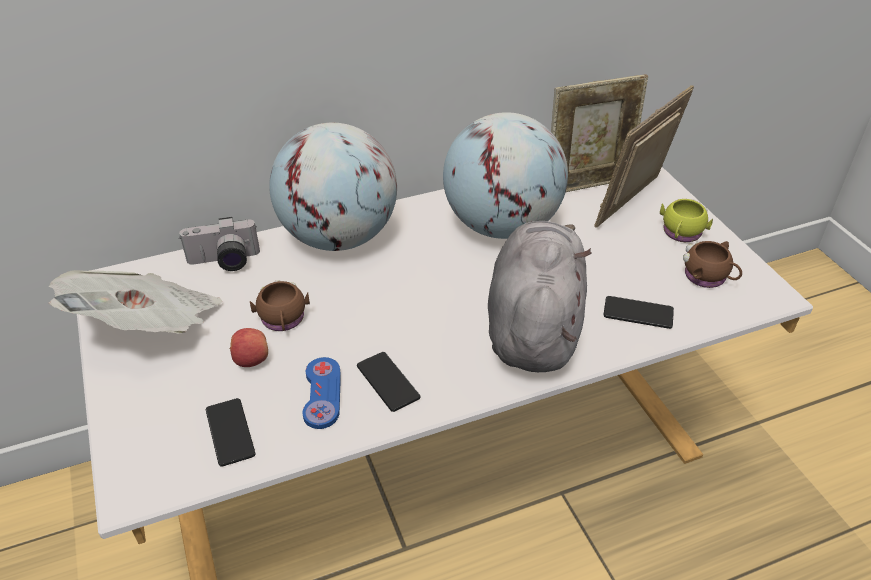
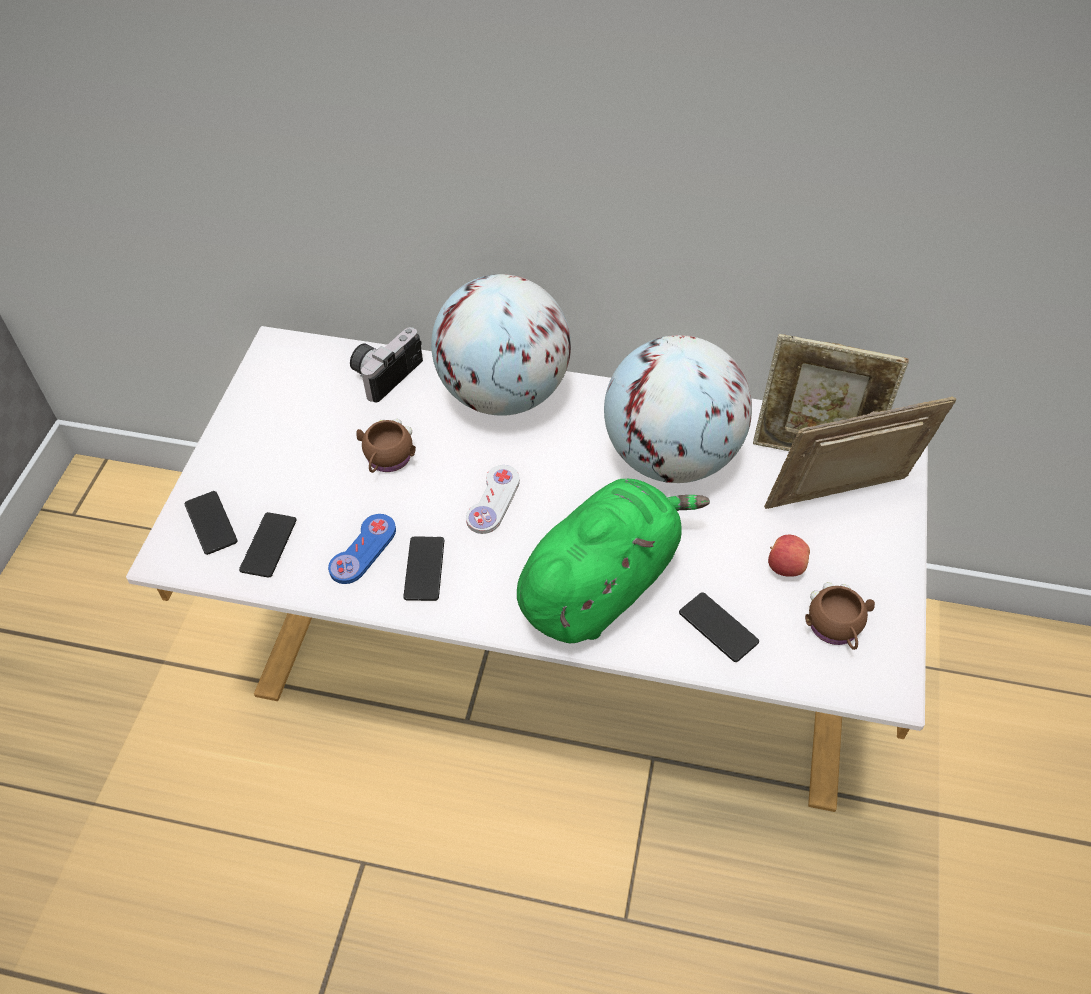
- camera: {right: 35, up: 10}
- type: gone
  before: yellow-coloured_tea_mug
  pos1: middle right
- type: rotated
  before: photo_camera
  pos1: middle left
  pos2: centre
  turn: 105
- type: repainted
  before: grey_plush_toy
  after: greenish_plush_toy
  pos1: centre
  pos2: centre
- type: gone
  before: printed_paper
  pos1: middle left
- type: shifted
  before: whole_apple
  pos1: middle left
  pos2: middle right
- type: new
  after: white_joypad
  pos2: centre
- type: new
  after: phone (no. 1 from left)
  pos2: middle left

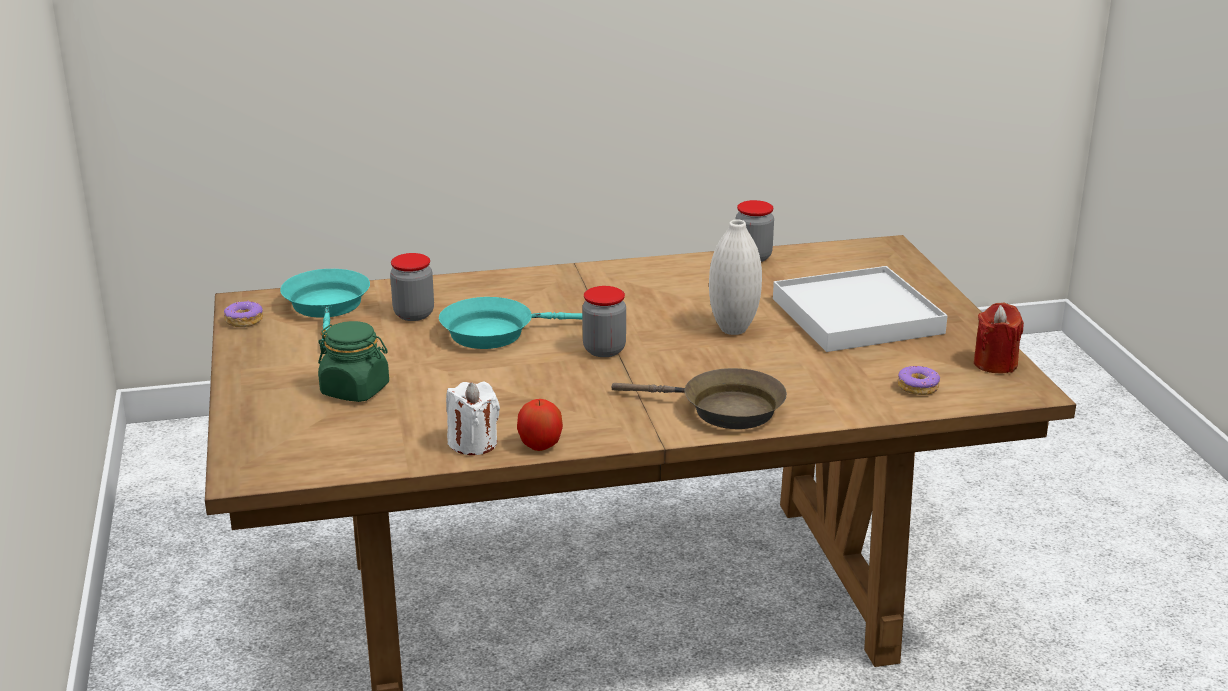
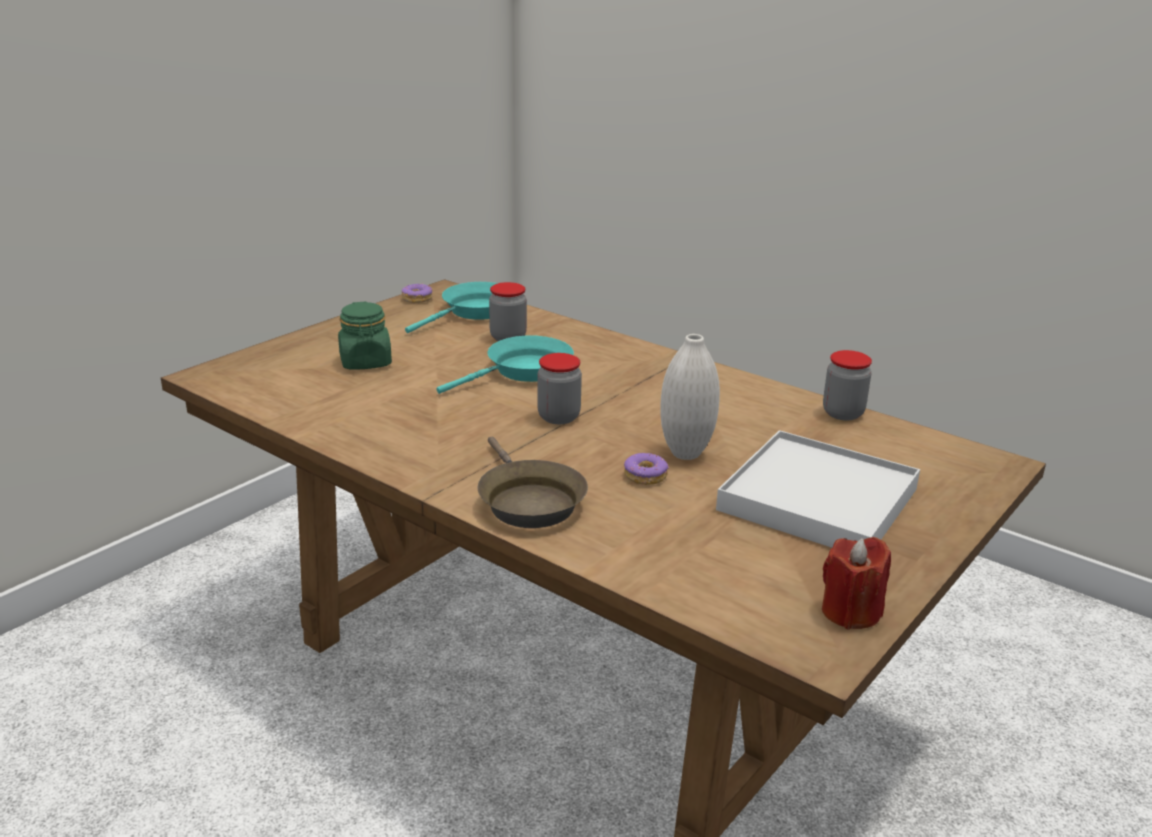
- camera: {right: 50, up: 0}
- type: rotated
  before: turquoise_skillet (no. 2 from left)
  pos1: centre
  pos2: centre
  turn: 105
- type: shifted
  before: doughnut (no. 2 from left)
  pos1: middle right
  pos2: centre
- type: gone
  before: white_candle
  pos1: centre
- type: gone
  before: whole_apple
  pos1: centre

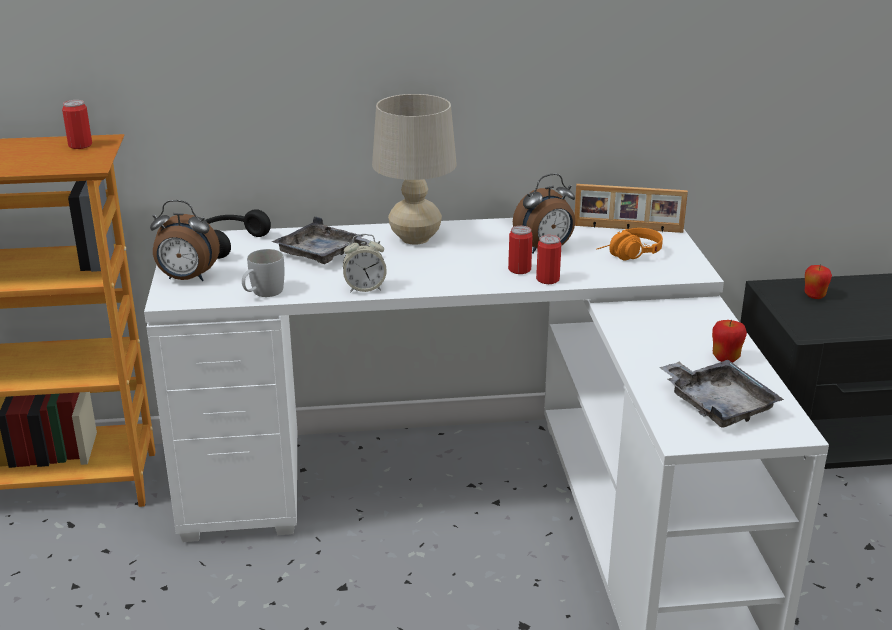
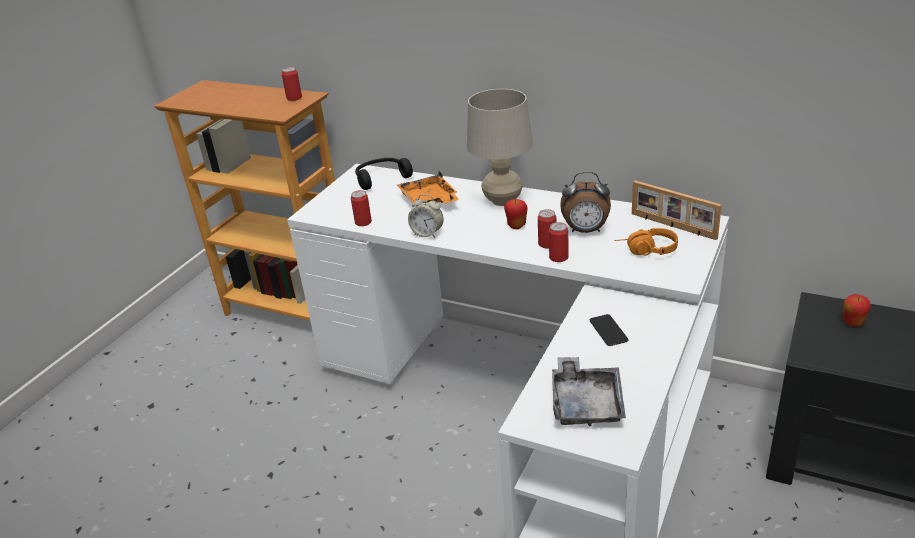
- camera: {right: 35, up: 5}
- type: gone
  before: alarm_clock (no. 1 from left)
  pos1: middle left
- type: repainted
  before: grey_tray (no. 1 from left)
  after: orangey_tray
  pos1: centre
  pos2: centre
- type: swapped
  before: white_tea_mug
  after: sealed_can (no. 2 from left)
  pos1: middle left
  pos2: centre
- type: shifted
  before: whole_apple (no. 1 from left)
  pos1: middle right
  pos2: centre
- type: new
  after: phone
  pos2: centre

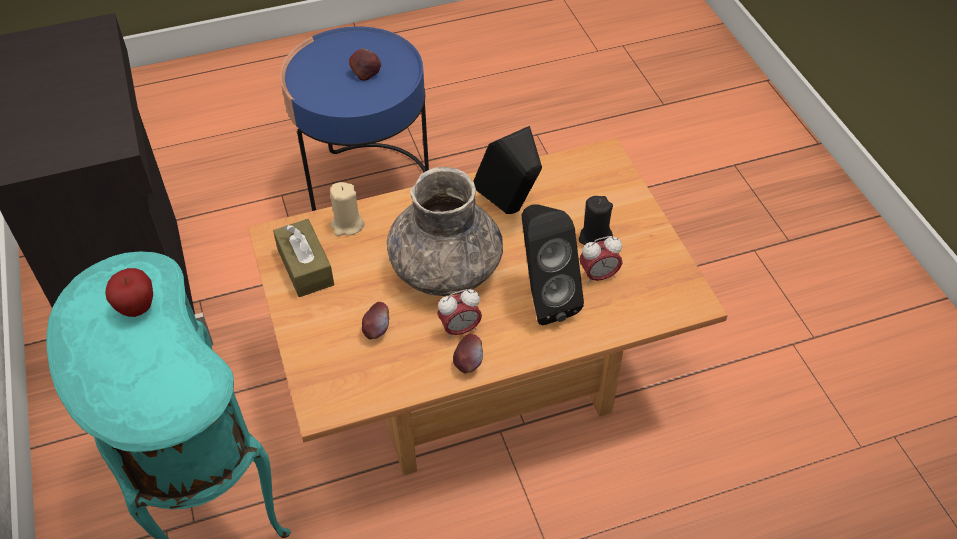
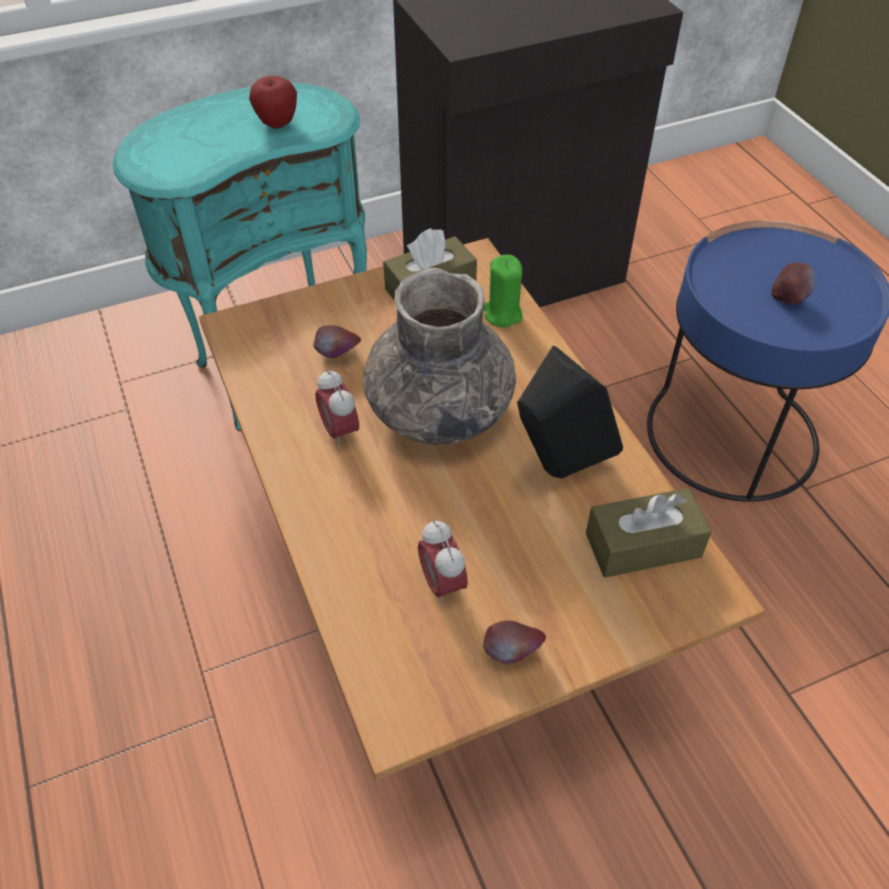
- camera: {right: 85, up: 0}
- type: repainted
  before: sand-coloured_candle
  after: greenish_candle
  pos1: centre
  pos2: top centre
- type: gone
  before: black-coloured_candle
  pos1: centre
- type: gone
  before: black-coloured_audio_speaker (no. 2 from left)
  pos1: centre
- type: shifted
  before: whole_apple (no. 4 from left in the first image)
  after: whole_apple (no. 3 from left)
  pos1: centre
  pos2: bottom centre
- type: new
  after: brownish_tissue_box (no. 2 from left)
  pos2: middle right

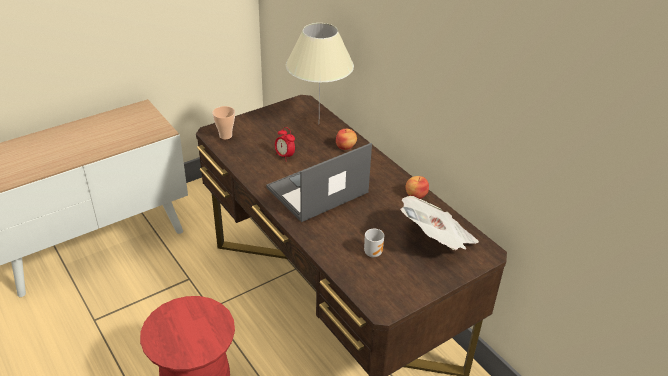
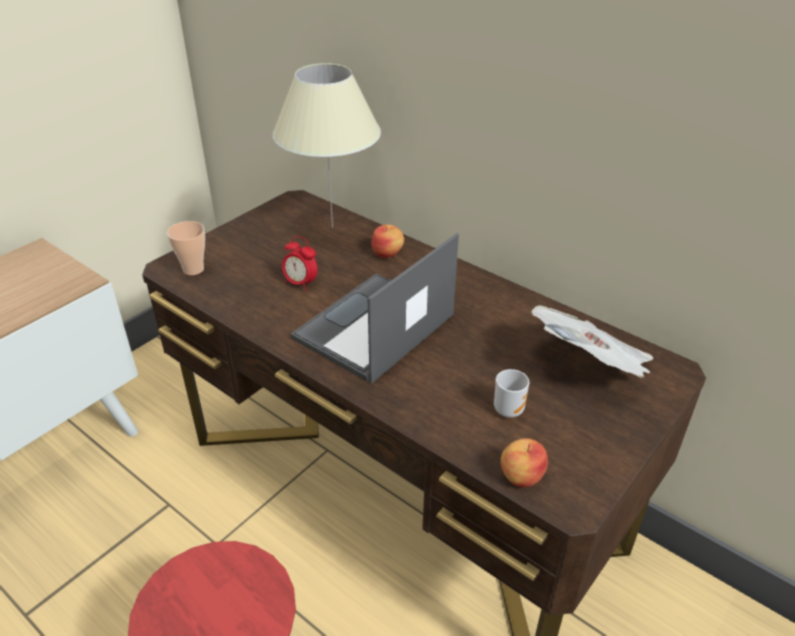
- camera: {right: -15, up: 0}
- type: shifted
  before: whole_apple (no. 2 from left)
  pos1: centre
  pos2: bottom centre

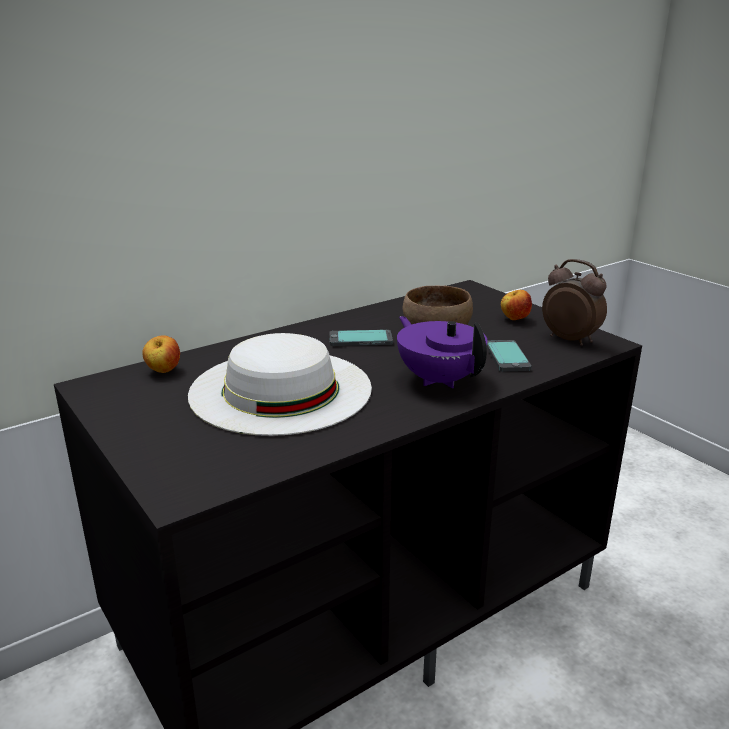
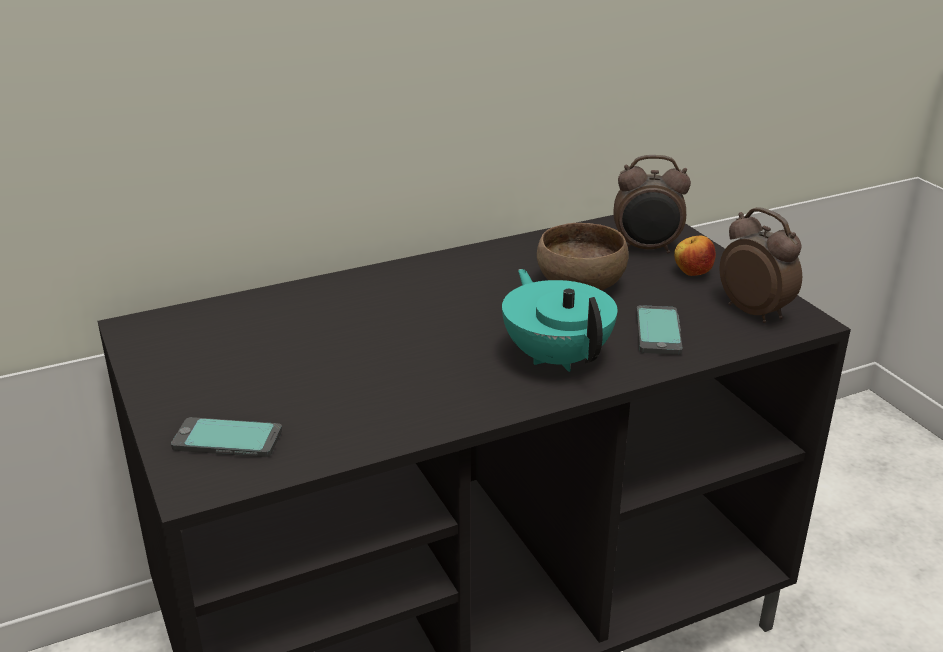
- camera: {right: 10, up: 5}
- type: repainted
  before: purplish_teapot
  after: turquoise_teapot
  pos1: centre
  pos2: centre
- type: shifted
  before: phone (no. 1 from left)
  pos1: centre
  pos2: bottom left
- type: gone
  before: white_hat
  pos1: centre
- type: gone
  before: whole_apple (no. 1 from left)
  pos1: middle left
- type: new
  after: alarm_clock (no. 1 from left)
  pos2: top right

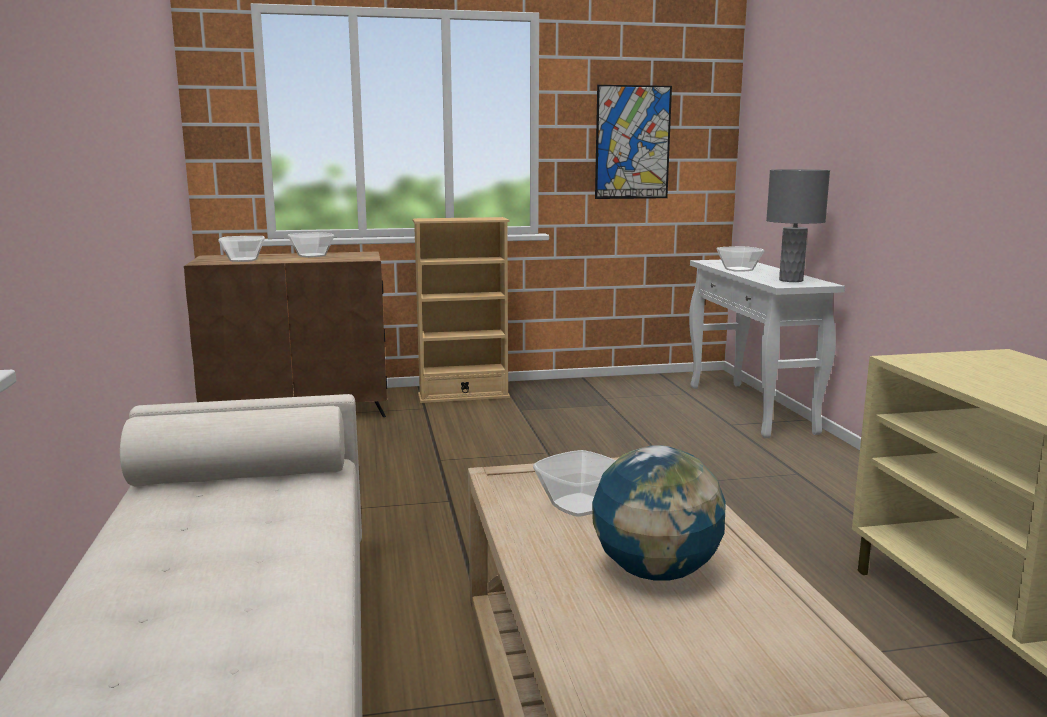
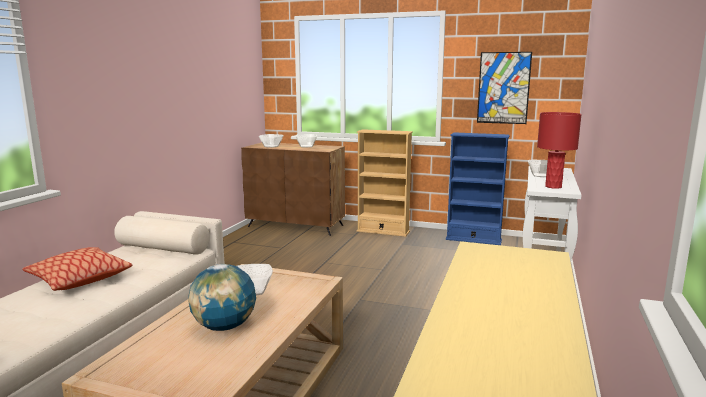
- camera: {right: 30, up: 0}
- type: repainted
  before: grey_tabletop_lamp
  after: reddish_tabletop_lamp
  pos1: top right
  pos2: middle right
- type: new
  after: blue_shelving_unit
  pos2: middle right
- type: new
  after: cushion
  pos2: bottom left

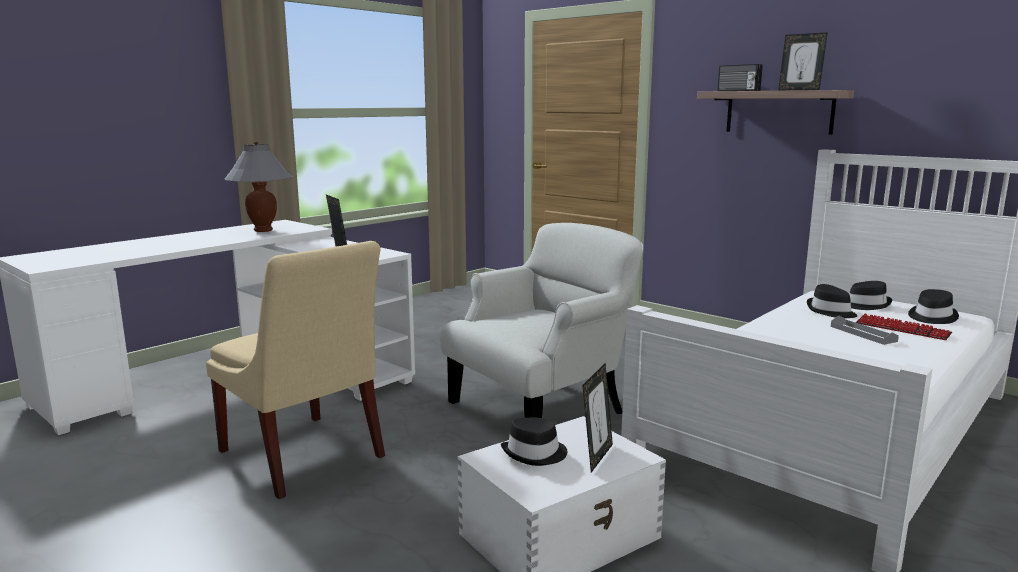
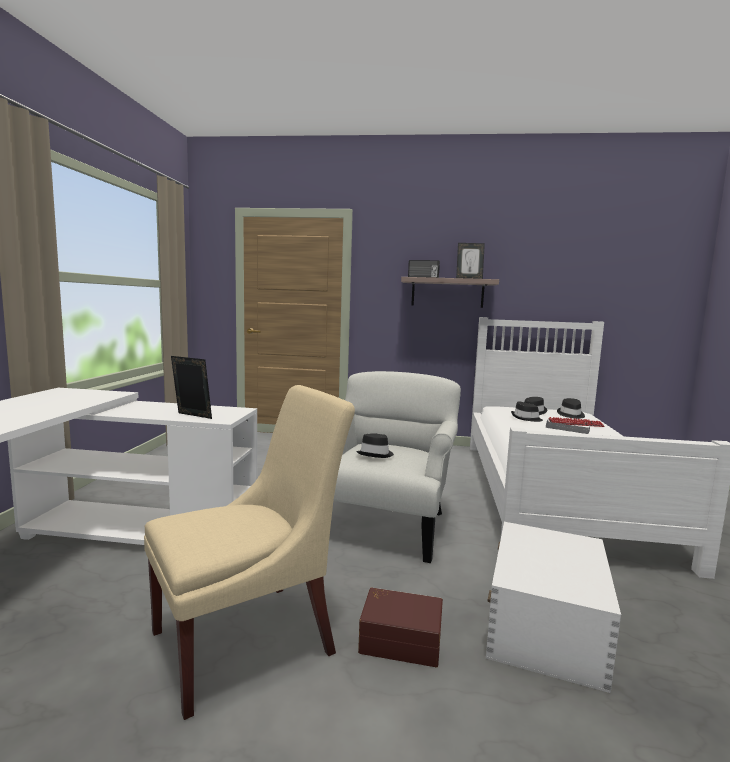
- camera: {right: -35, up: -5}
- type: gone
  before: grey_tabletop_lamp
  pos1: top left
- type: rotated
  before: sand-coloured_plain_chair
  pos1: middle left
  pos2: bottom centre
  turn: -45
- type: gone
  before: standing_frame (no. 2 from left)
  pos1: bottom centre
- type: shifted
  before: black-coloured_hat (no. 1 from left)
  pos1: bottom centre
  pos2: centre
- type: new
  after: brownish_storage_bin
  pos2: bottom centre

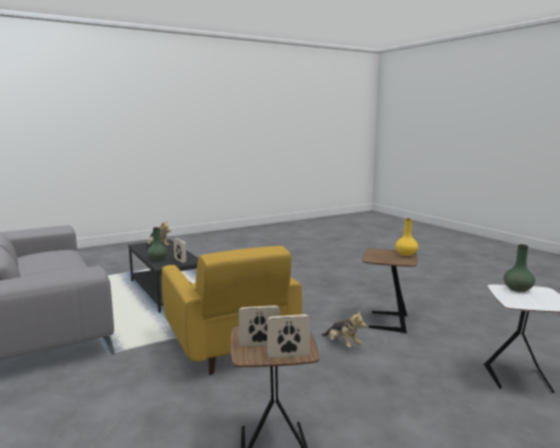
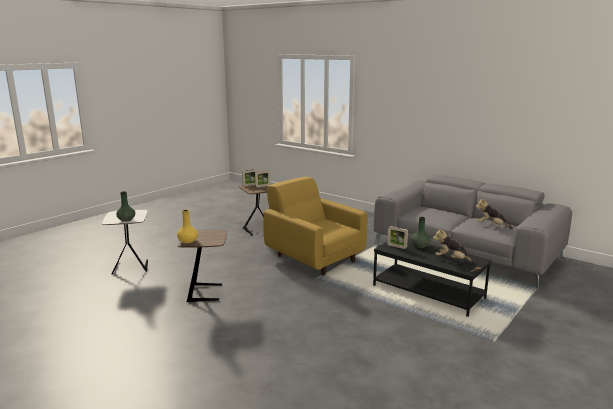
- camera: {right: 160, up: 5}
- type: shifted
  before: plush_toy (no. 2 from left)
  pos1: bottom centre
  pos2: middle right

